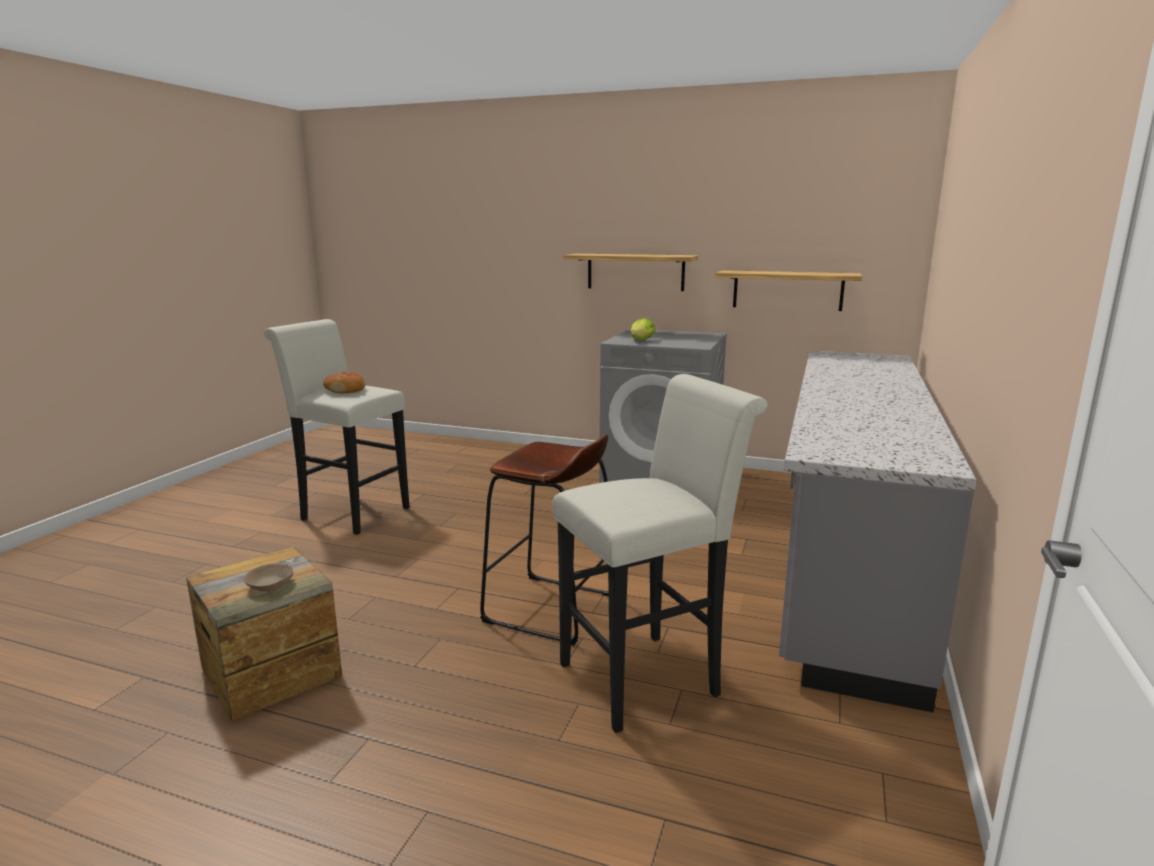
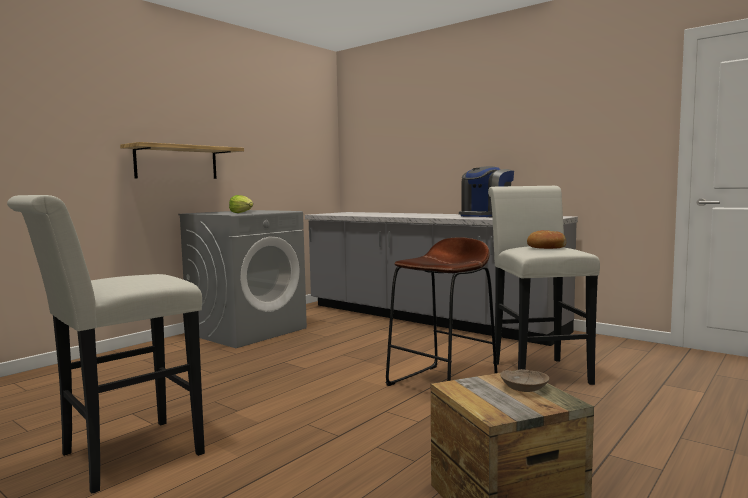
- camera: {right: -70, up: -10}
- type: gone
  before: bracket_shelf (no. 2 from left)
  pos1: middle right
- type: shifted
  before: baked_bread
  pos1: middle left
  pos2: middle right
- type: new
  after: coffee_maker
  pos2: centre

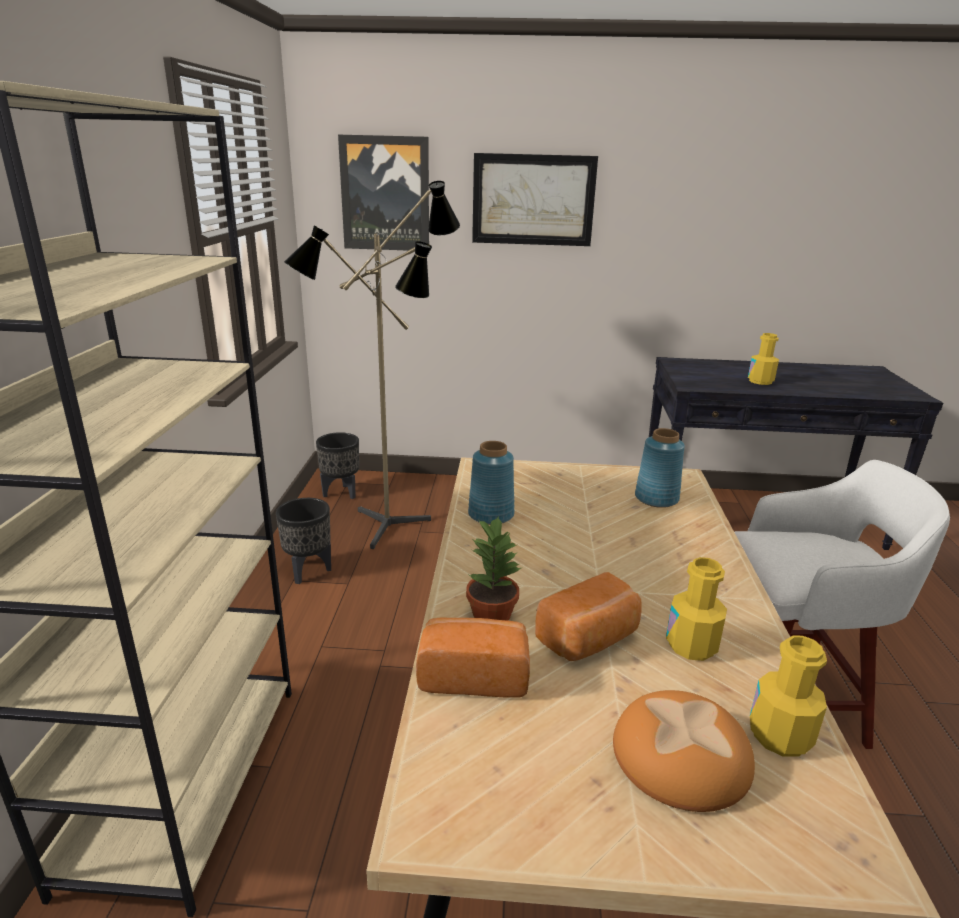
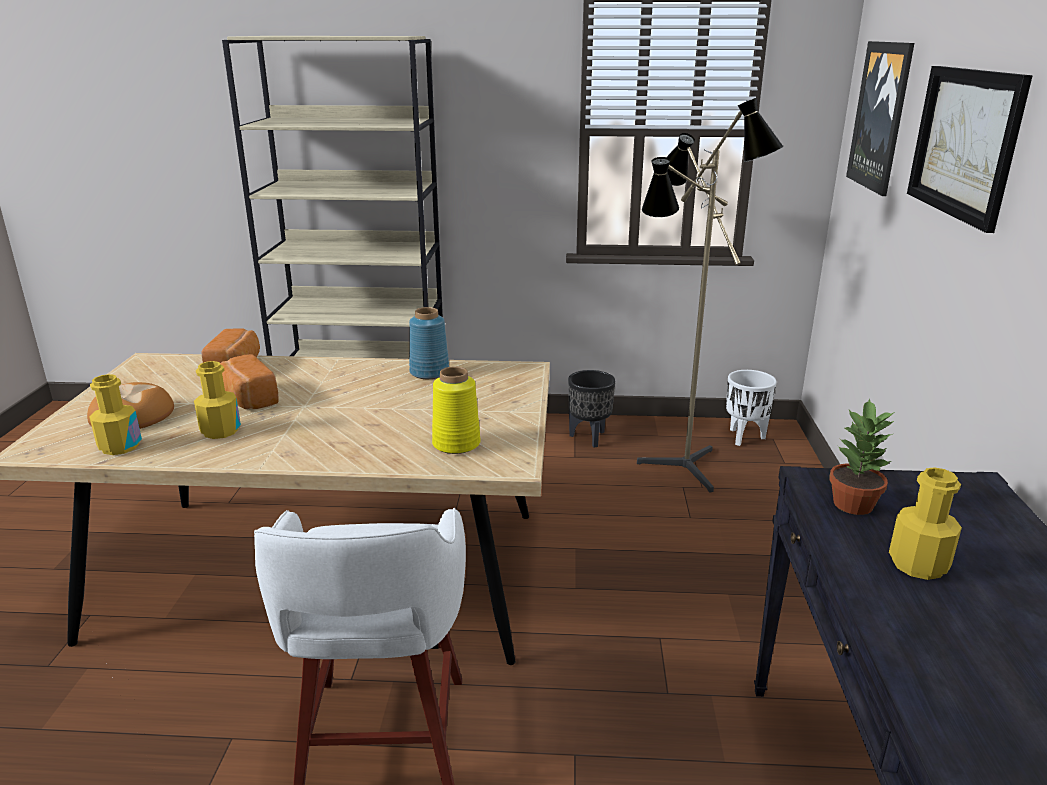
- camera: {right: 90, up: 0}
- type: repainted
  before: blue_decorative_vase (no. 2 from left)
  after: yellow-coloured_decorative_vase
  pos1: middle right
  pos2: centre
- type: repainted
  before: black-coloured_plant_pot (no. 2 from left)
  after: white_plant_pot
  pos1: centre
  pos2: middle right
- type: shifted
  before: plant_in_a_pot
  pos1: centre
  pos2: middle right

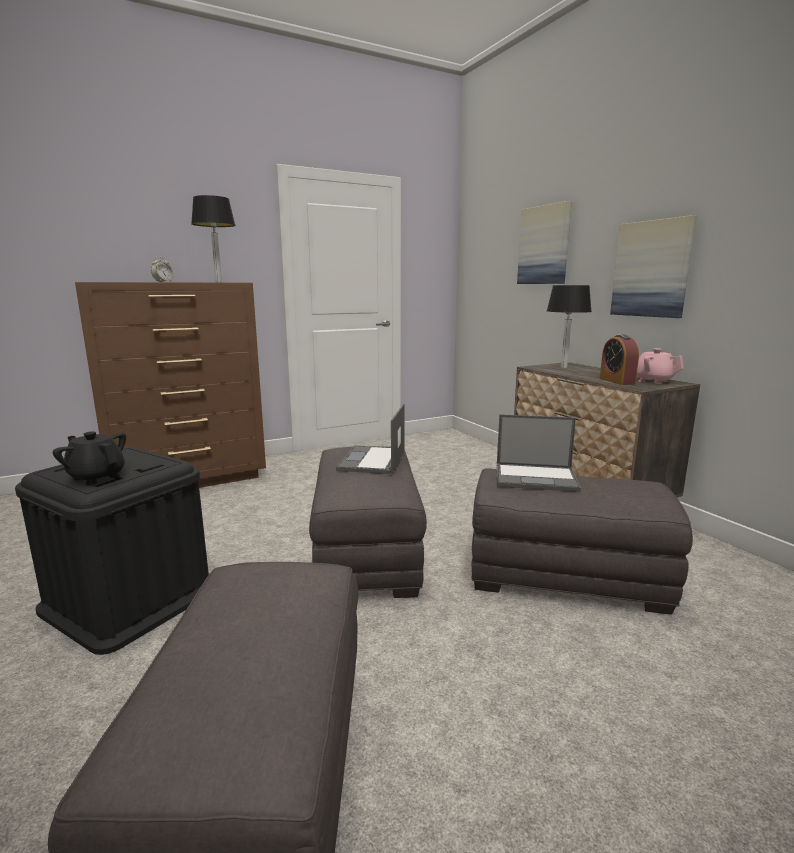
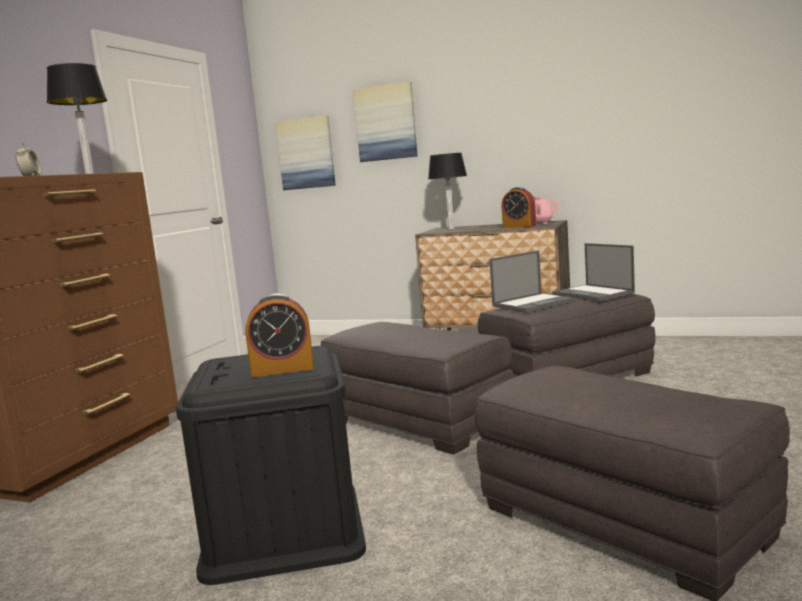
- camera: {right: -40, up: -5}
- type: shifted
  before: wall_picture (no. 2 from left in the first image)
  after: wall_picture (no. 1 from left)
  pos1: top right
  pos2: top centre
- type: shifted
  before: laptop (no. 1 from left in the first image)
  after: laptop (no. 2 from left)
  pos1: centre
  pos2: middle right
- type: swapped
  before: black-coloured_teapot
  after: alarm_clock (no. 2 from left)
  pos1: middle left
  pos2: centre

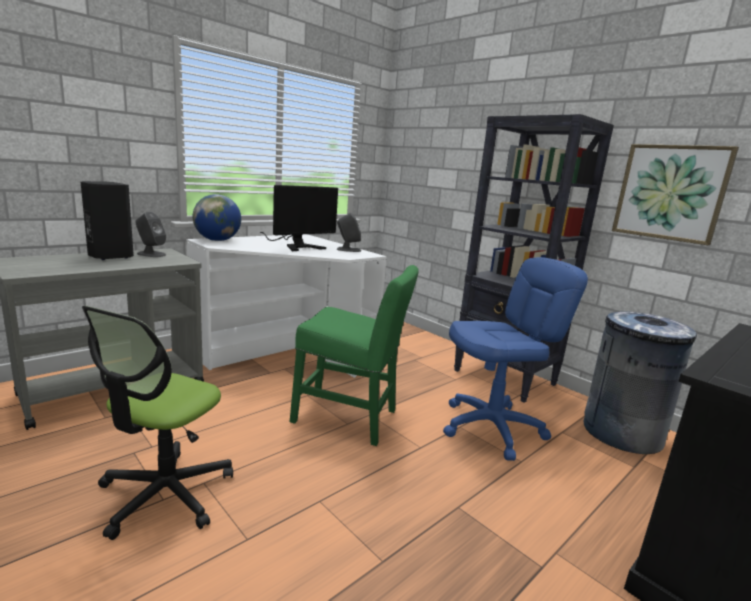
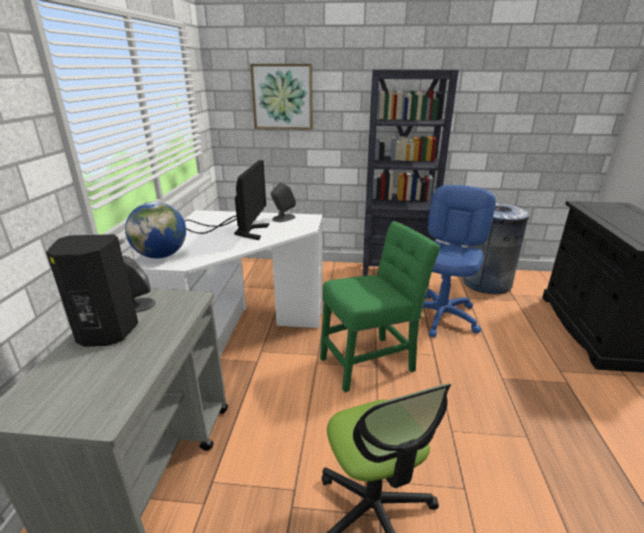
- camera: {right: -40, up: 10}
- type: shifted
  before: wall_picture
  pos1: top right
  pos2: top centre

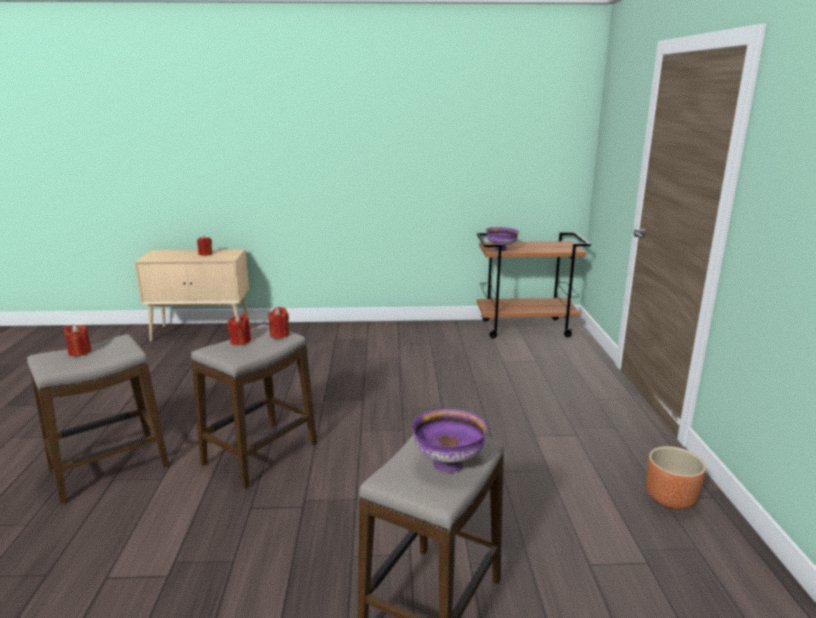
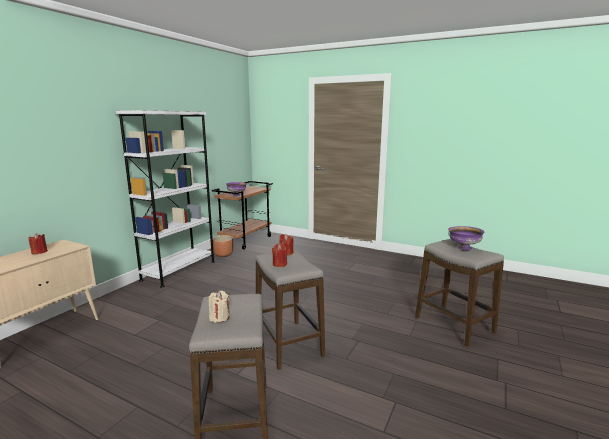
- camera: {right: -60, up: -5}
- type: repainted
  before: reddish_candle (no. 1 from left)
  after: sand-coloured_candle
  pos1: middle left
  pos2: bottom centre
- type: shifted
  before: brownish_plant_pot
  pos1: bottom right
  pos2: centre
- type: new
  after: white_shelving_unit
  pos2: middle left

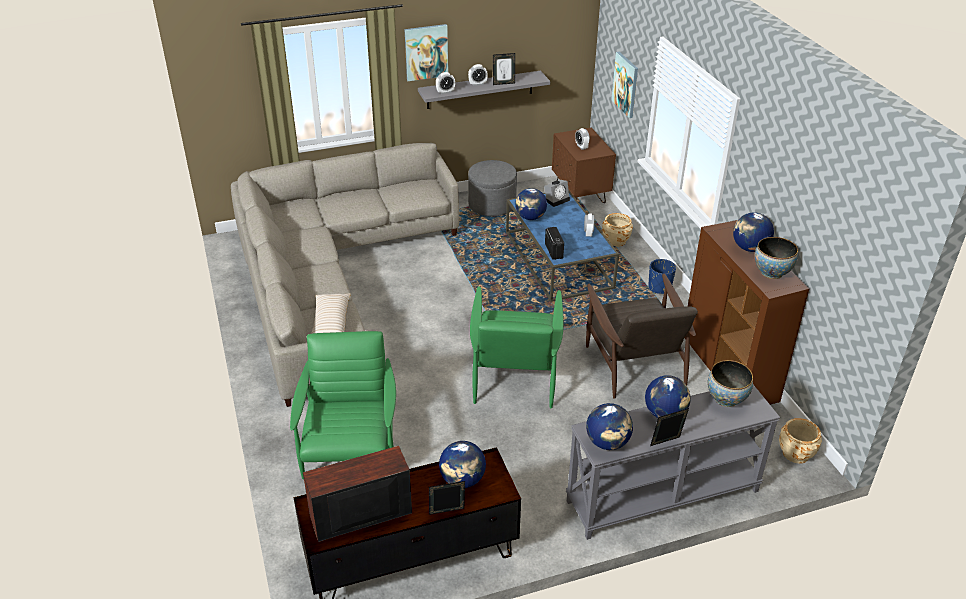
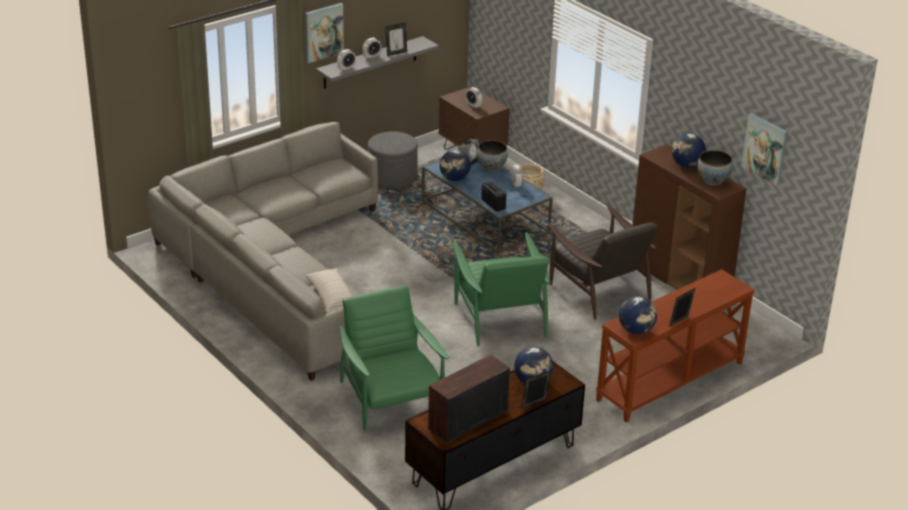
- camera: {right: -20, up: -5}
- type: shifted
  before: wall_picture (no. 2 from left)
  pos1: top centre
  pos2: top right
- type: gone
  before: blue_plant_pot
  pos1: middle right
- type: shifted
  before: deep_dish (no. 1 from left)
  pos1: middle right
  pos2: top centre
- type: gone
  before: world_globe (no. 4 from left)
  pos1: middle right
- type: repainted
  before: grey_hall_table
  after: brownish_hall_table
  pos1: bottom right
  pos2: bottom right
- type: gone
  before: sand-coloured_plant_pot (no. 2 from left)
  pos1: bottom right

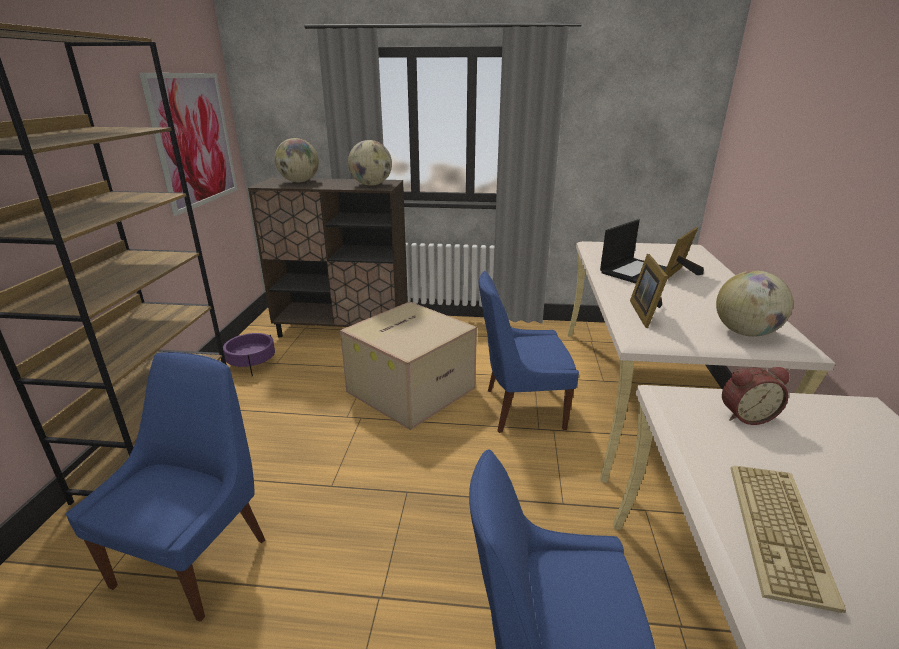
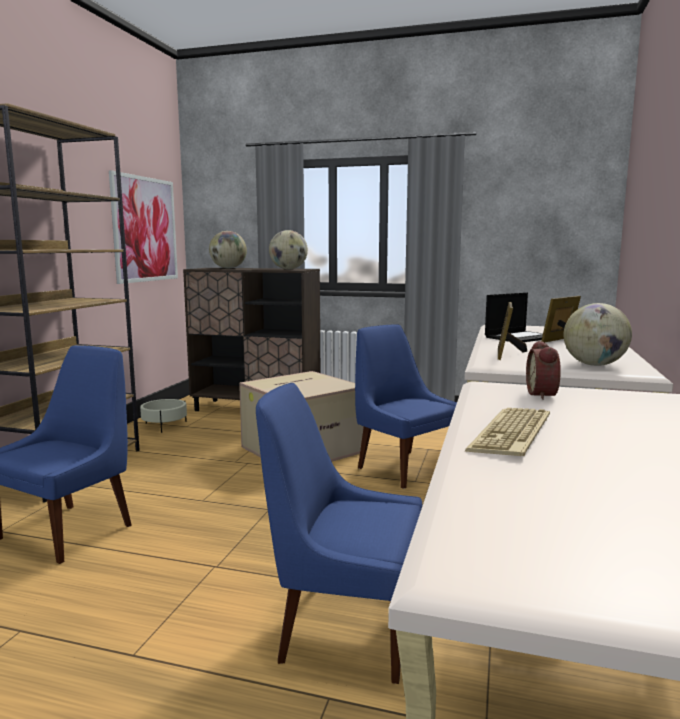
- camera: {right: 10, up: -15}
- type: rotated
  before: blue_plain_chair (no. 2 from left in the first image)
  pos1: centre
  pos2: centre
  turn: 45
- type: repainted
  before: purplish_plant_pot
  after: sand-coloured_plant_pot
  pos1: middle left
  pos2: middle left
- type: rotated
  before: alarm_clock
  pos1: middle right
  pos2: middle right
  turn: 90

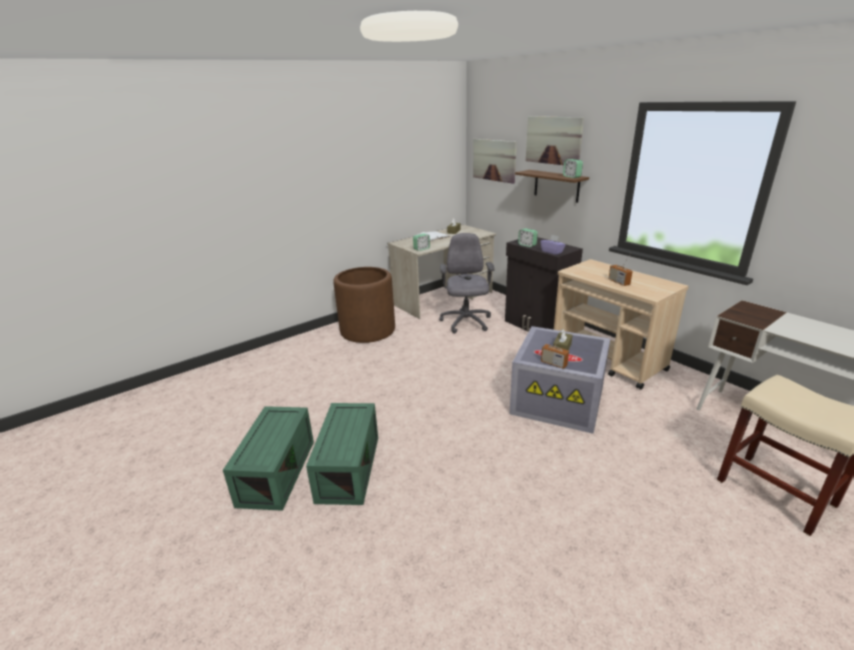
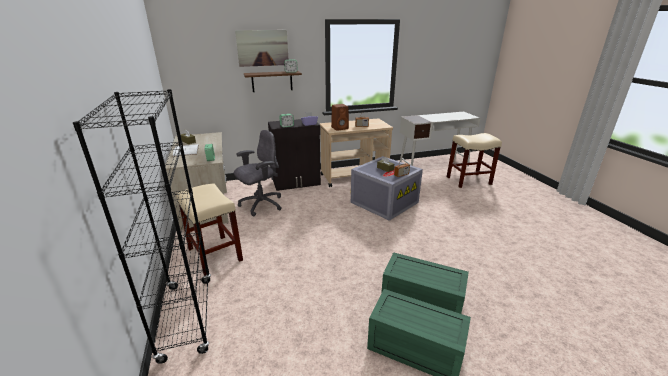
- camera: {right: -70, up: 0}
- type: gone
  before: wall_picture (no. 1 from left)
  pos1: top centre
- type: rotated
  before: grey_desk_chair
  pos1: centre
  pos2: centre
  turn: 120
- type: swapped
  before: brownish_plant_pot
  after: sand-coloured_stool_seat (no. 1 from left)
  pos1: centre
  pos2: middle left
- type: new
  after: black-coloured_shelving_unit
  pos2: middle left
- type: new
  after: brownish_audio_speaker
  pos2: top centre

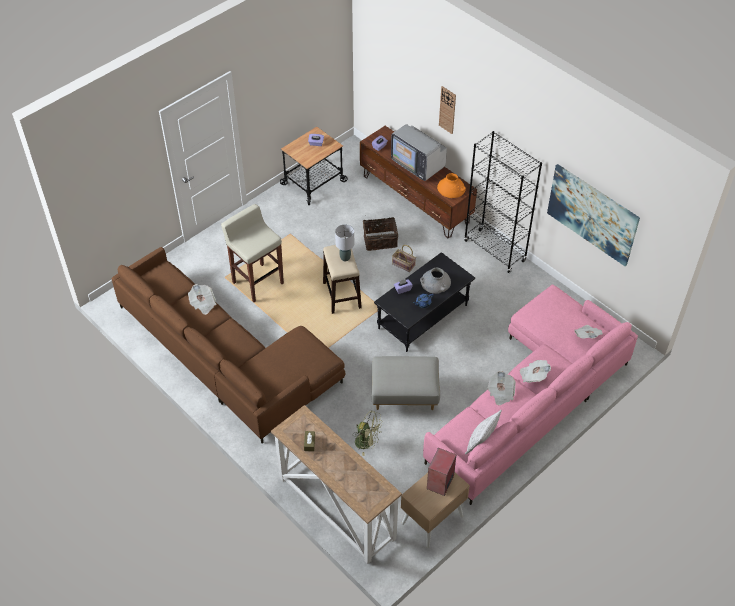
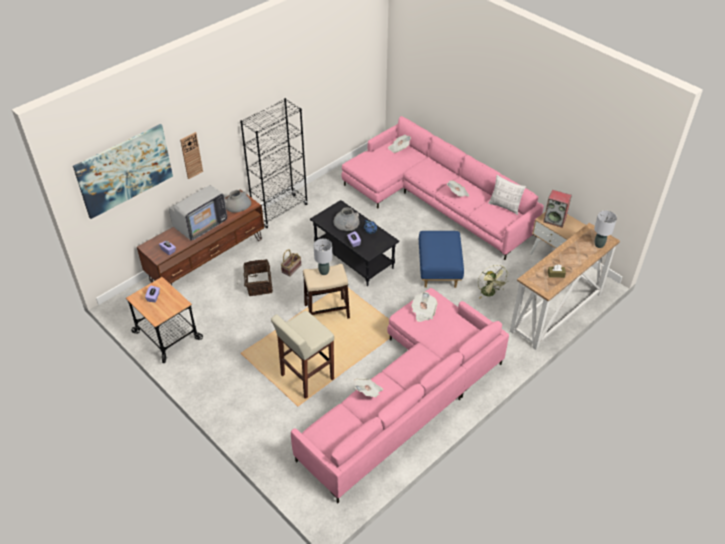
- camera: {right: -90, up: -5}
- type: shifted
  before: wall_picture
  pos1: middle right
  pos2: top left
- type: repainted
  before: orangey_decorative_vase
  after: grey_decorative_vase (no. 1 from left)
  pos1: top centre
  pos2: middle left
- type: repainted
  before: brownish_couch
  after: pink_couch (no. 1 from left)
  pos1: middle left
  pos2: bottom centre
- type: repainted
  before: grey_footrest
  after: blue_footrest
  pos1: centre
  pos2: centre
- type: shifted
  before: printed_paper (no. 3 from left)
  pos1: middle right
  pos2: centre
- type: rotated
  before: greenish_cooling_fan
  pos1: bottom centre
  pos2: middle right
  turn: 135
- type: new
  after: grey_tabletop_lamp (no. 2 from left)
  pos2: middle right

